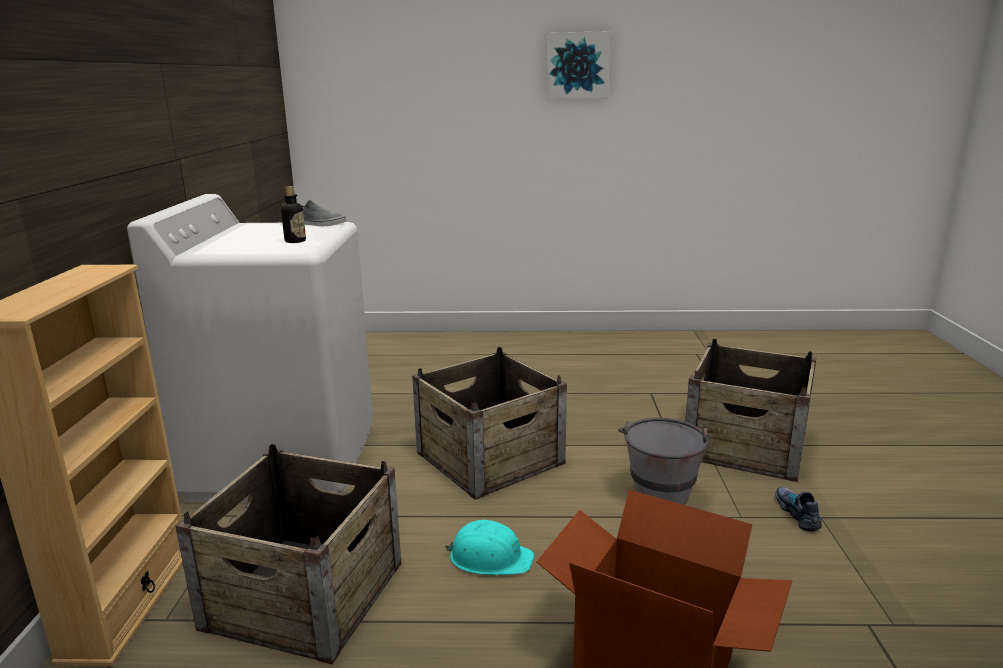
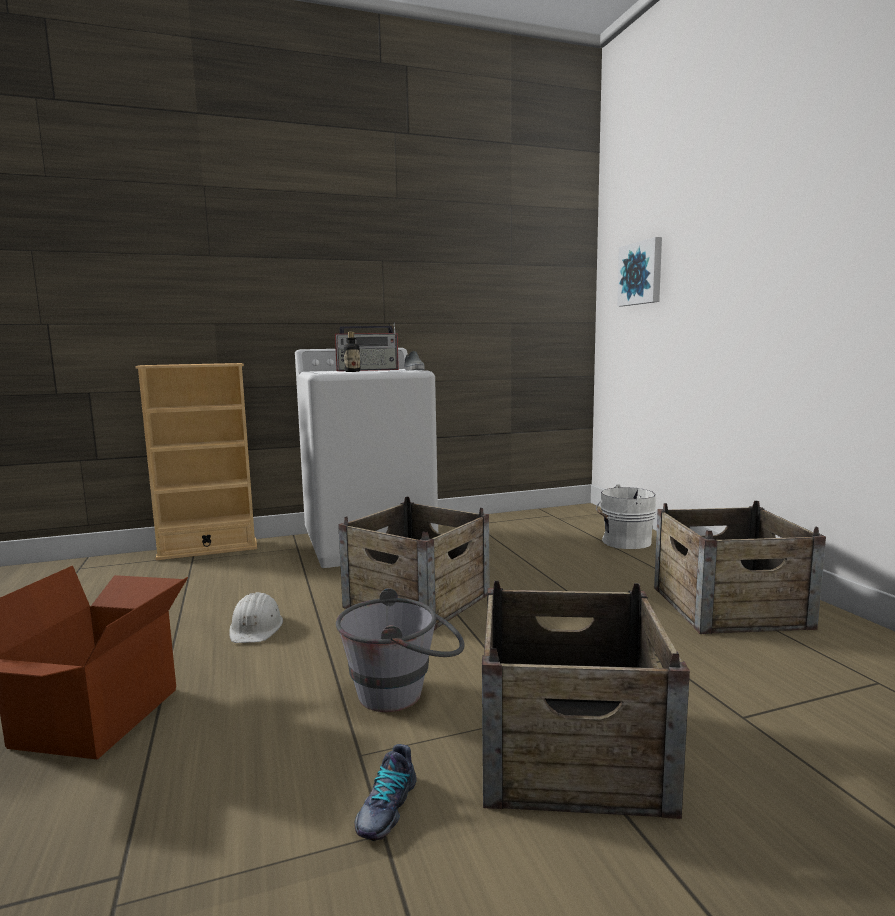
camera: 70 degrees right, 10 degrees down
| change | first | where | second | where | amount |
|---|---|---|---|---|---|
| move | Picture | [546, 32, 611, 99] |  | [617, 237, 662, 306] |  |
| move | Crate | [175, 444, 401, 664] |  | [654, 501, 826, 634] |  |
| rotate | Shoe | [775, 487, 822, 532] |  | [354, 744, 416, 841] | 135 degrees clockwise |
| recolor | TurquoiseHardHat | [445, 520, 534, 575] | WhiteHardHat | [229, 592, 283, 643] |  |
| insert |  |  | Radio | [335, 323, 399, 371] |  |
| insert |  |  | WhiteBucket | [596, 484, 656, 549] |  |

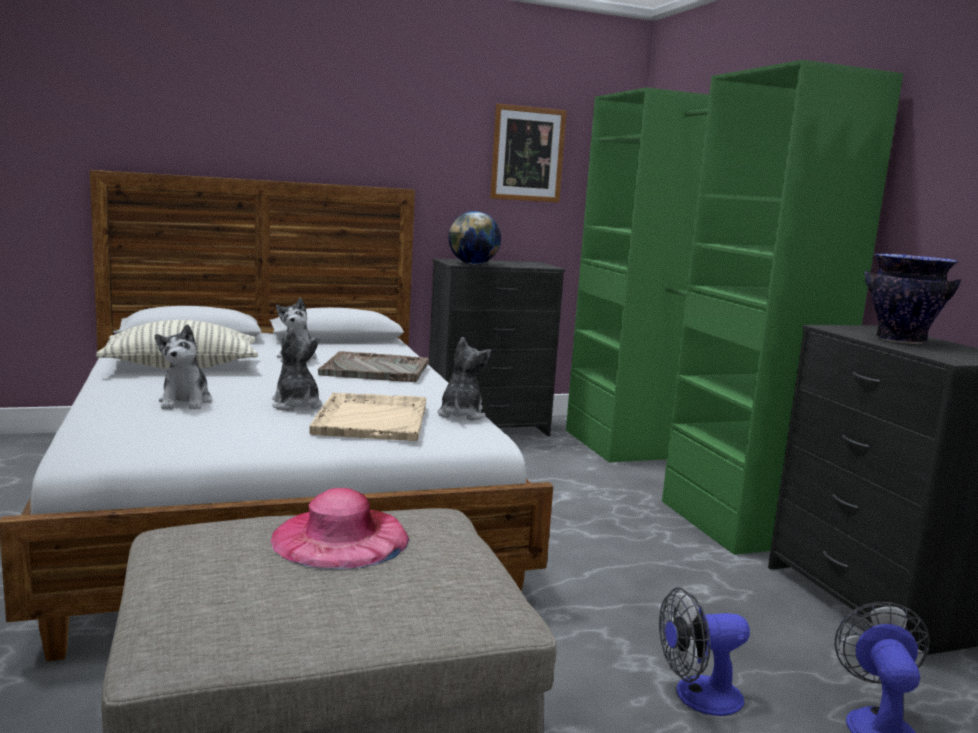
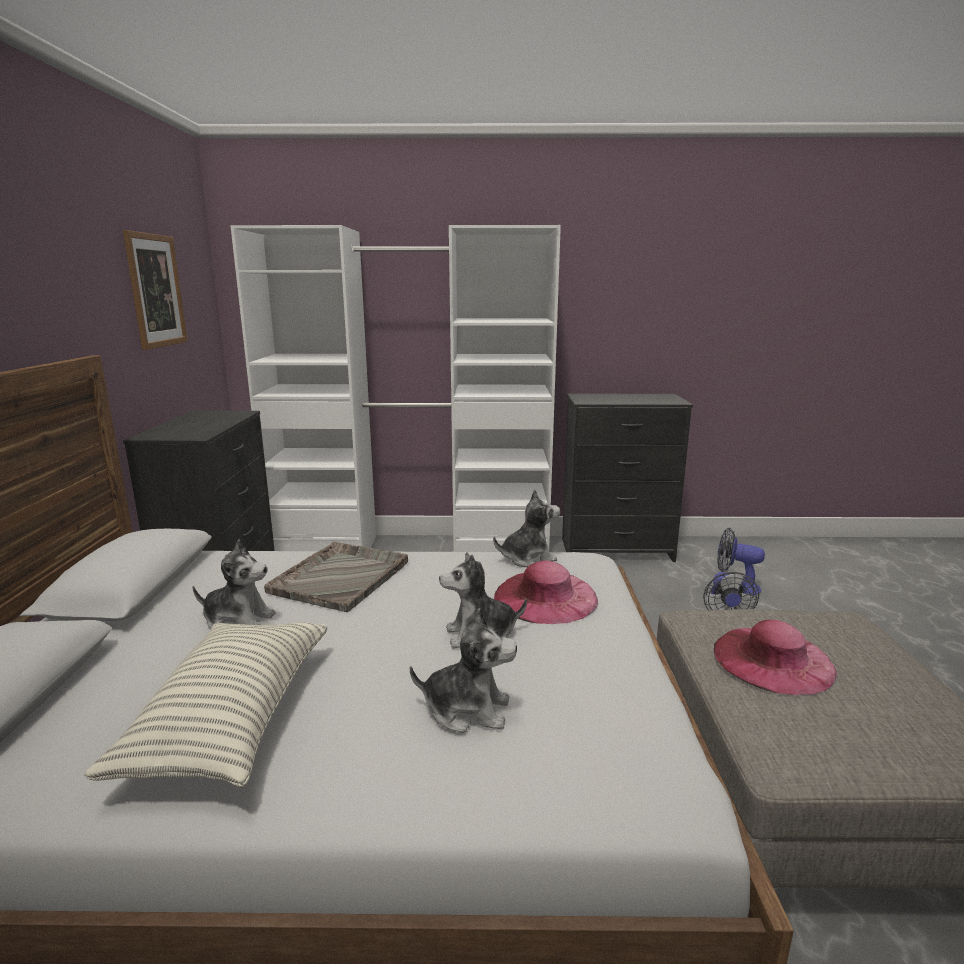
camera: 70 degrees left, 5 degrees up
| change | first | where | second | where | amount |
|---|---|---|---|---|---|
| recolor | GreenWardrobe | [566, 60, 903, 555] | WhiteWardrobe | [230, 225, 561, 552] |  |
| delete | Globe | [448, 211, 501, 264] |  |  |  |
| delete | Vase | [864, 254, 961, 344] |  |  |  |
| rotate | PlushToy | [437, 337, 491, 421] |  | [493, 489, 560, 567] | 135 degrees clockwise |
| replace | BeigeTray | [309, 392, 426, 441] | PinkHat | [494, 560, 598, 624] |  |

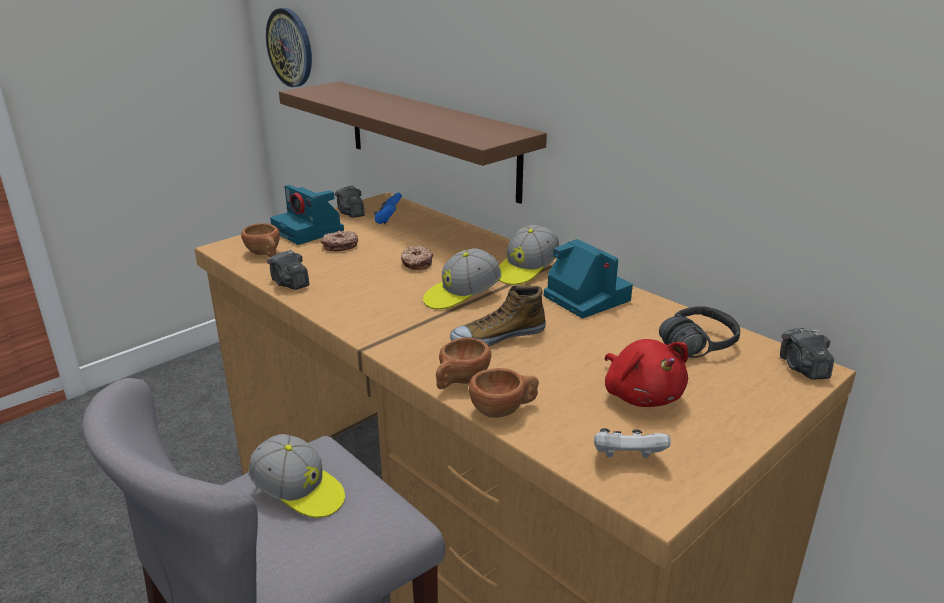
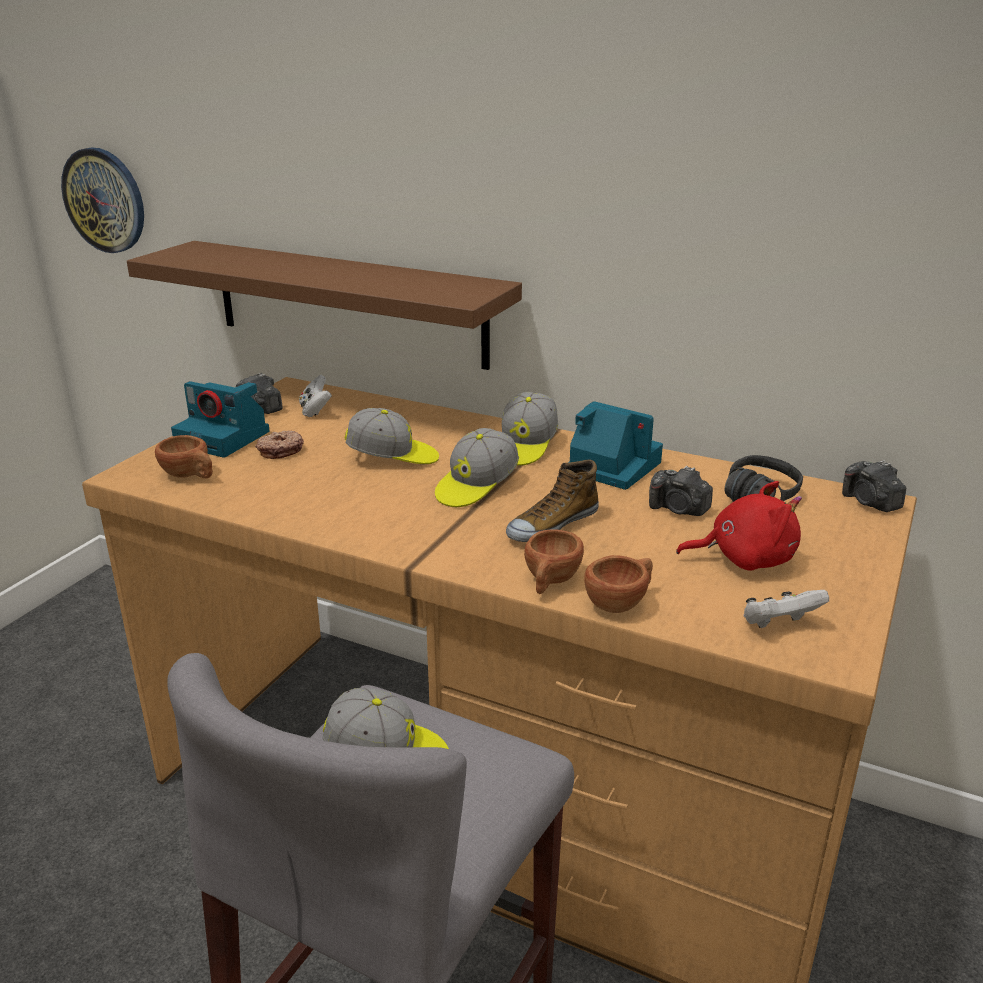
camera: 20 degrees left, 0 degrees up
| change | first | where | second | where | amount |
|---|---|---|---|---|---|
| recolor | BlueGameController | [374, 192, 402, 224] | WhiteGameController | [299, 375, 332, 417] |  |
| replace | Donut | [401, 246, 433, 270] | Cap | [345, 408, 439, 464] |  |
| move | PhotoCamera | [267, 250, 309, 290] |  | [649, 465, 713, 516] |  |
| rotate | RedPlushToy | [605, 339, 688, 407] |  | [676, 481, 802, 571] | 45 degrees counterclockwise |

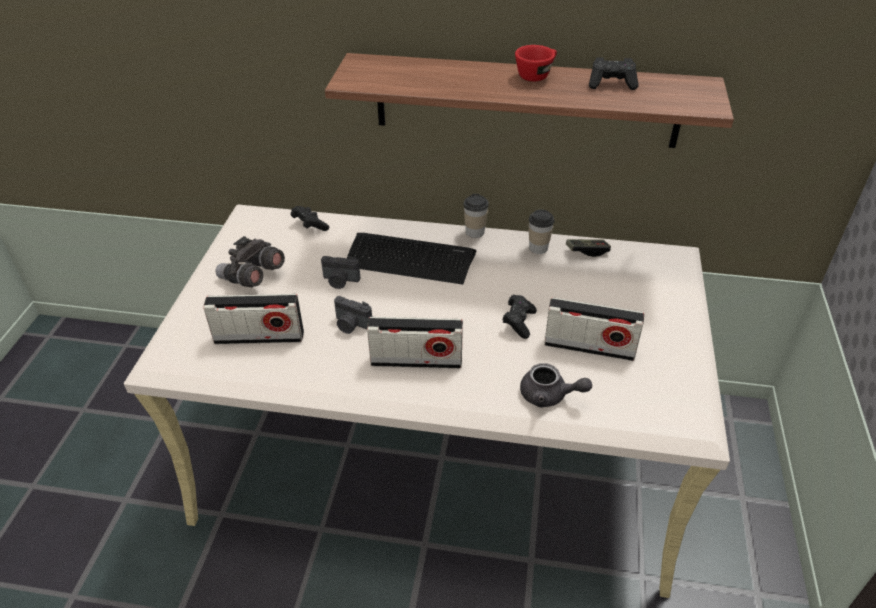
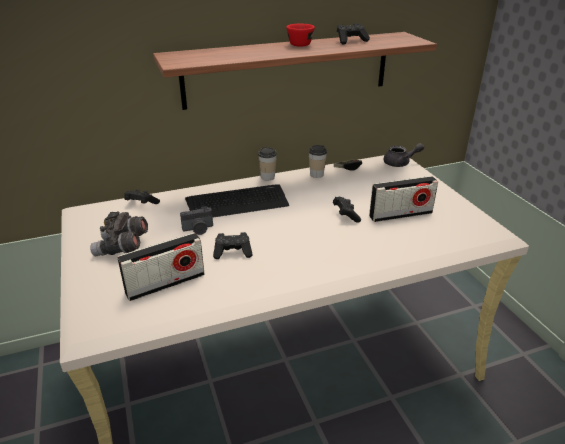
camera: 30 degrees left, 10 degrees down
| change | first | where | second | where | amount |
|---|---|---|---|---|---|
| replace | PhotoCamera | [334, 296, 372, 334] | BlackGameController | [213, 232, 253, 259] |  |
| delete | Radio | [367, 317, 463, 368] |  |  |  |
| move | GreyTeapot | [520, 363, 592, 408] |  | [384, 143, 424, 167] |  |

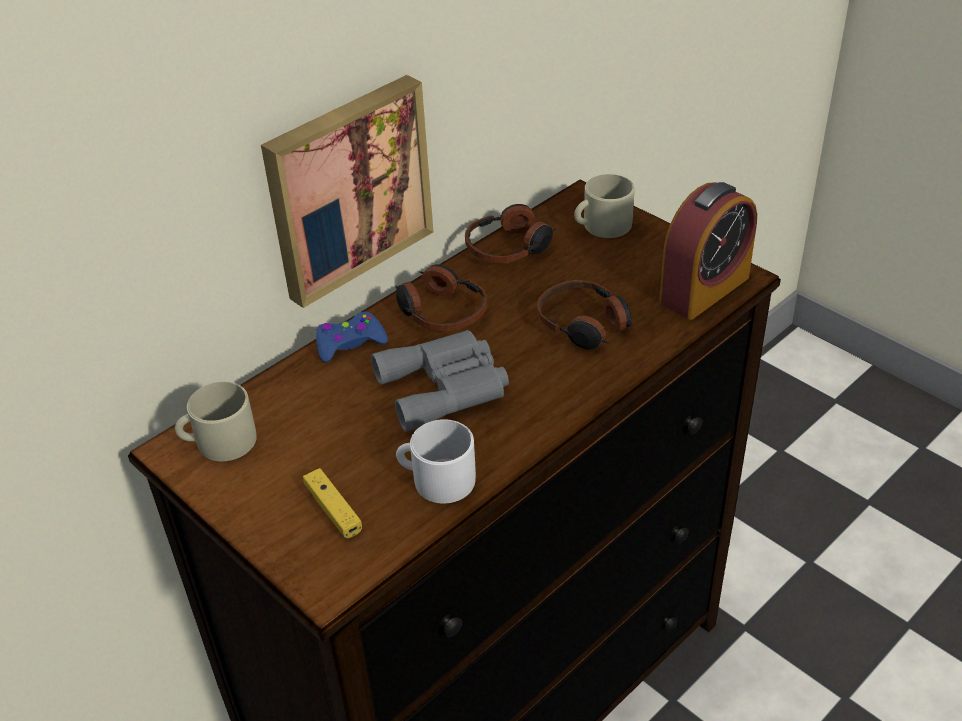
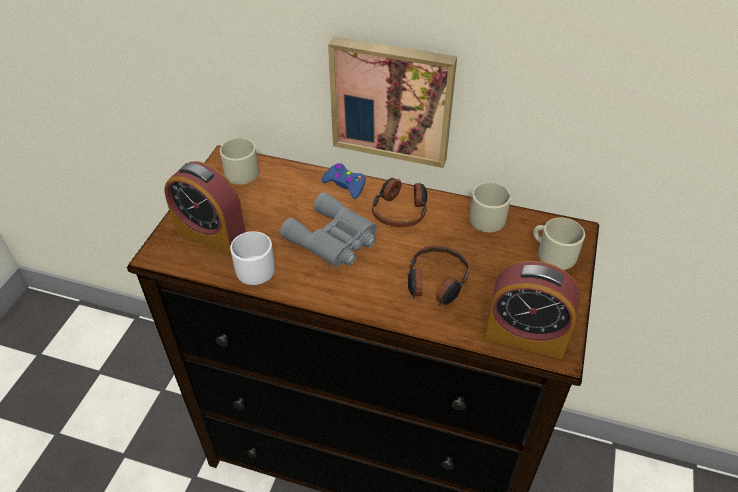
camera: 60 degrees right, 5 degrees up
| change | first | where | second | where | amount |
|---|---|---|---|---|---|
| replace | Headphones | [465, 204, 557, 263] | BeigeMug | [469, 183, 511, 232] |  |
| replace | YellowGameController | [303, 468, 362, 538] | AlarmClock | [164, 161, 246, 255] |  |

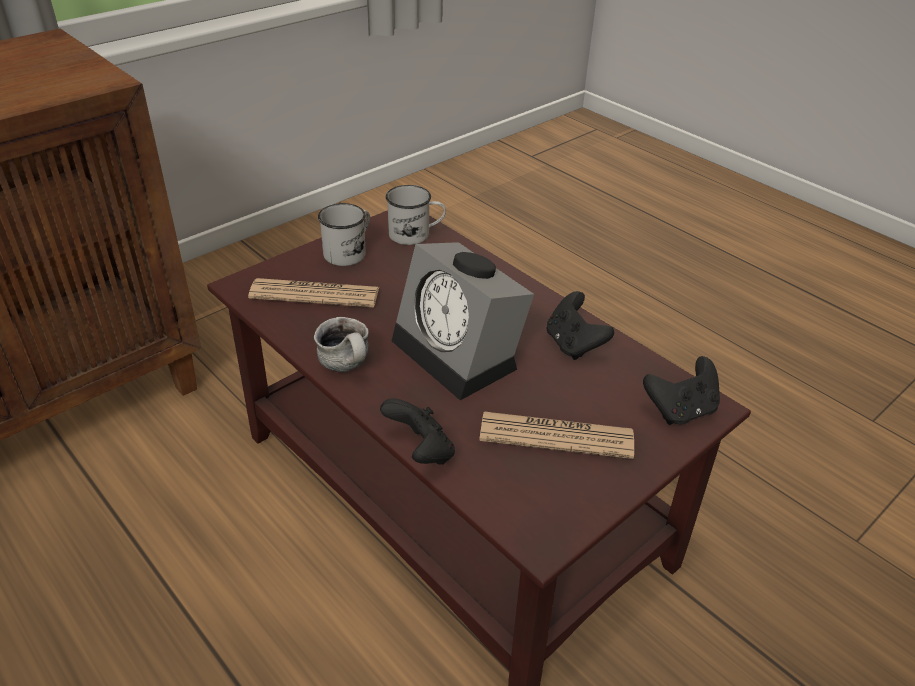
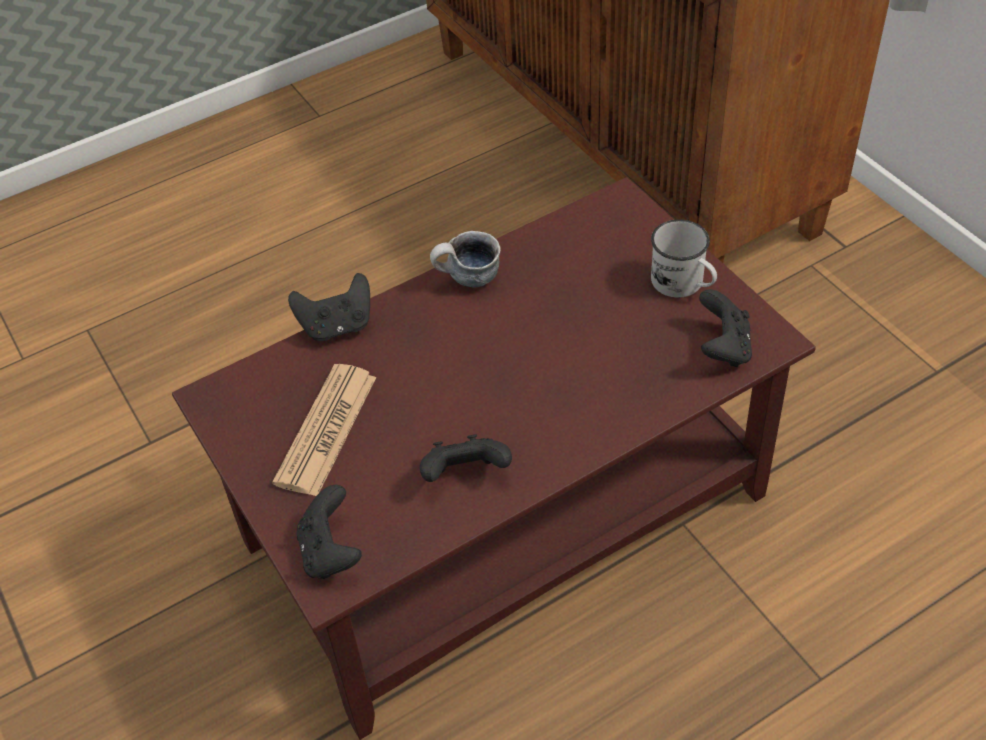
camera: 105 degrees right, 10 degrees up
| change | first | where | second | where | amount |
|---|---|---|---|---|---|
| replace | WhiteMug | [386, 185, 446, 245] | BlackGameController | [699, 289, 752, 367] |  |
| delete | AlarmClock | [392, 242, 534, 400] |  |  |  |
| delete | Newspaper | [248, 278, 379, 307] |  |  |  |

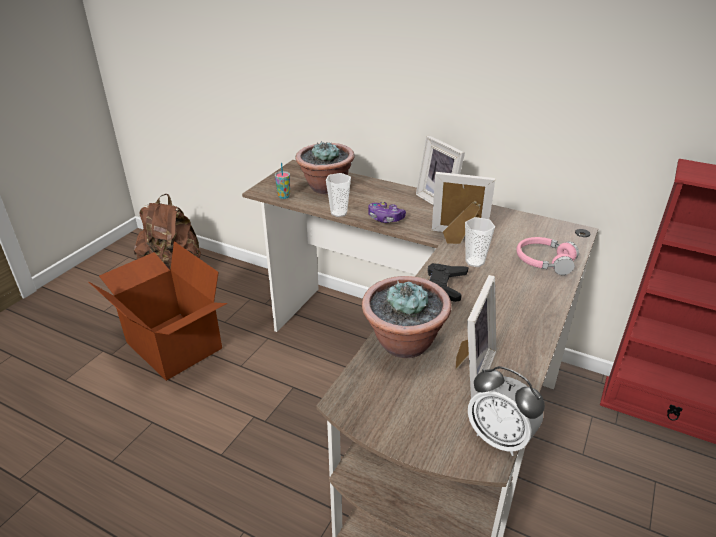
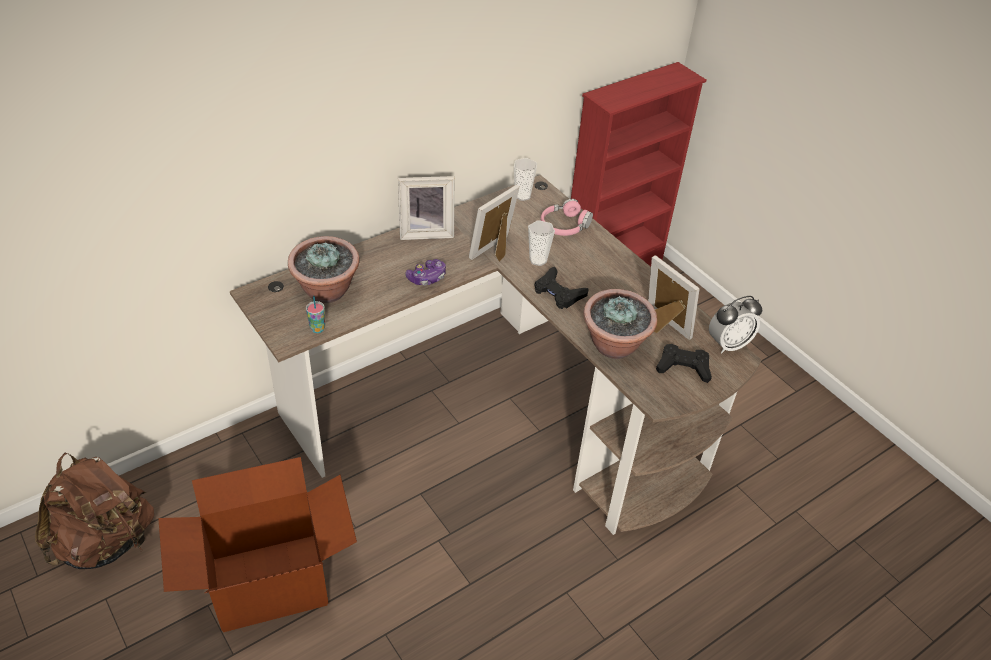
camera: 65 degrees left, 10 degrees up
| change | first | where | second | where | amount |
|---|---|---|---|---|---|
| move | Cup | [326, 173, 351, 217] |  | [514, 158, 537, 201] |  |
| insert |  |  | BlackGameController | [656, 344, 712, 383] |  |

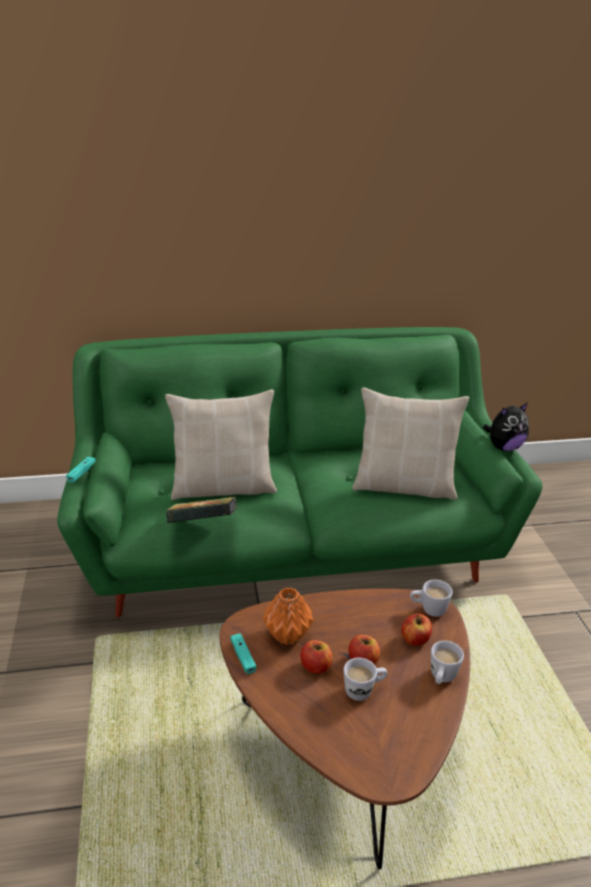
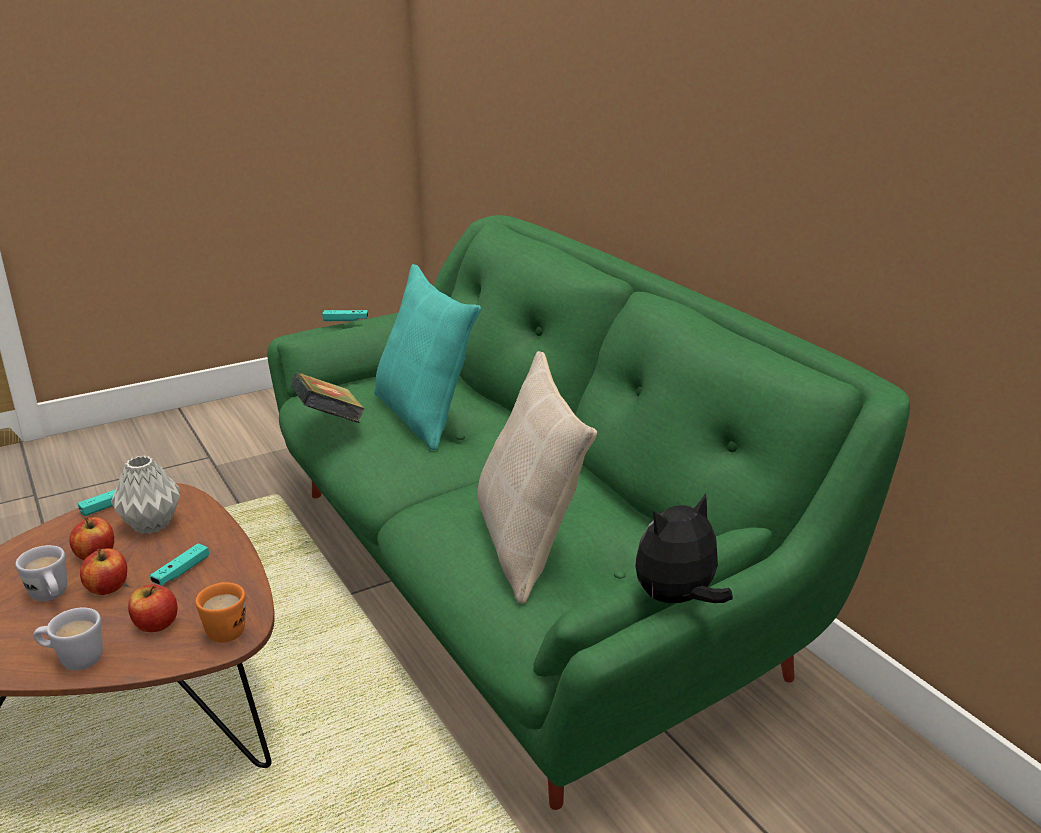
camera: 70 degrees right, 5 degrees down
| change | first | where | second | where | amount |
|---|---|---|---|---|---|
| recolor | BeigePillow | [165, 389, 277, 500] | TurquoisePillow | [374, 264, 481, 450] |  |
| rotate | PlushToy | [483, 402, 529, 451] |  | [635, 493, 733, 603] | 105 degrees clockwise |
| recolor | WhiteMug | [410, 580, 453, 617] | OrangeMug | [195, 582, 246, 643] |  |
| recolor | OrangeVase | [263, 587, 313, 645] | GreyVase | [111, 456, 180, 534] |  |
| insert |  |  | TurquoiseGameController | [150, 544, 209, 585] |  |

